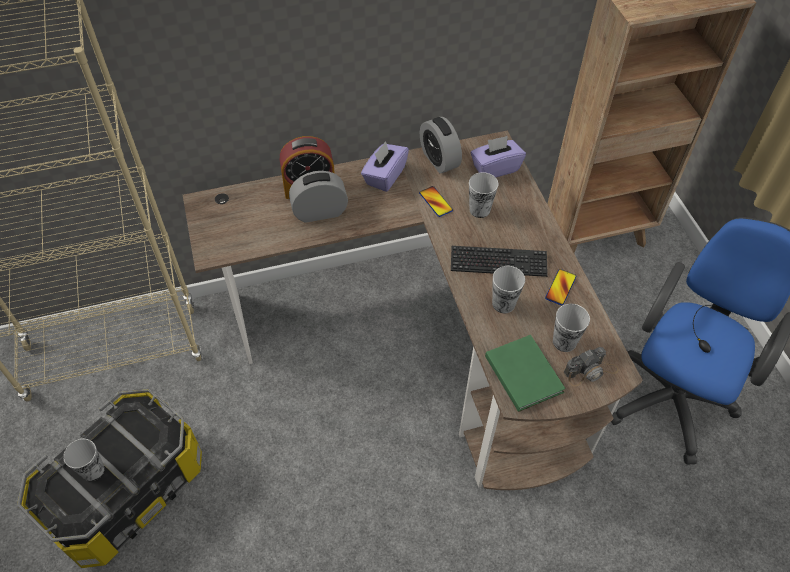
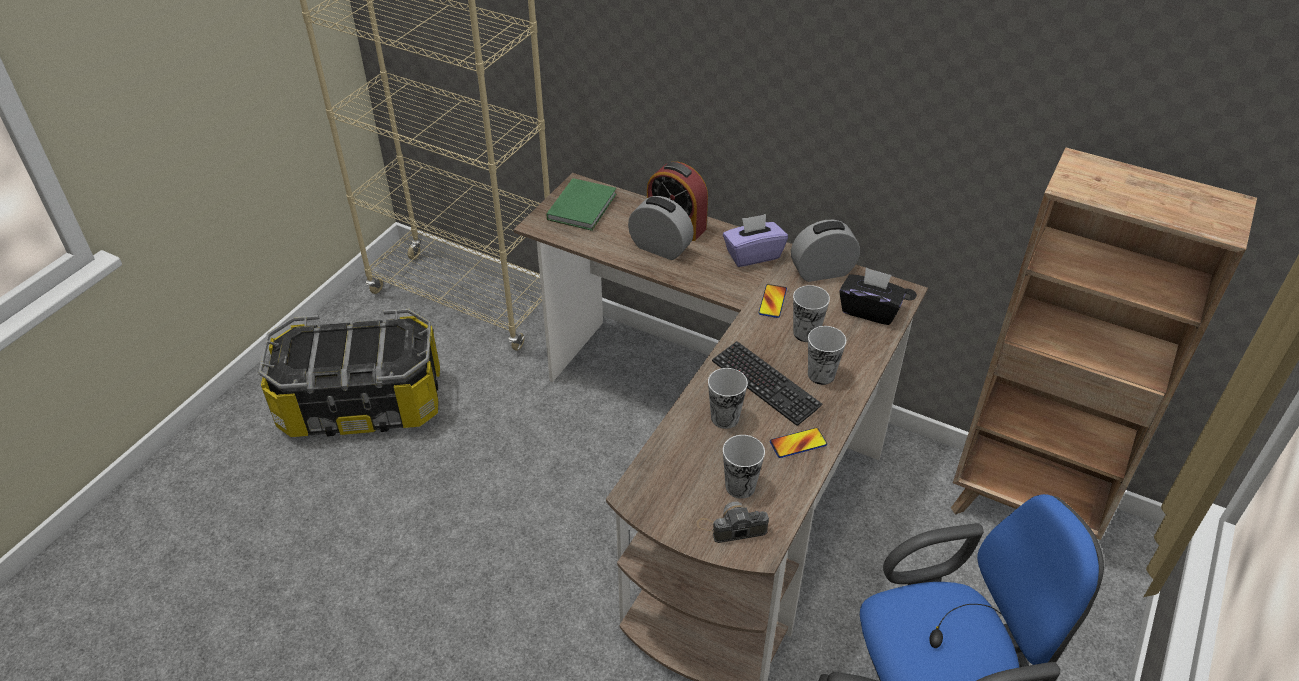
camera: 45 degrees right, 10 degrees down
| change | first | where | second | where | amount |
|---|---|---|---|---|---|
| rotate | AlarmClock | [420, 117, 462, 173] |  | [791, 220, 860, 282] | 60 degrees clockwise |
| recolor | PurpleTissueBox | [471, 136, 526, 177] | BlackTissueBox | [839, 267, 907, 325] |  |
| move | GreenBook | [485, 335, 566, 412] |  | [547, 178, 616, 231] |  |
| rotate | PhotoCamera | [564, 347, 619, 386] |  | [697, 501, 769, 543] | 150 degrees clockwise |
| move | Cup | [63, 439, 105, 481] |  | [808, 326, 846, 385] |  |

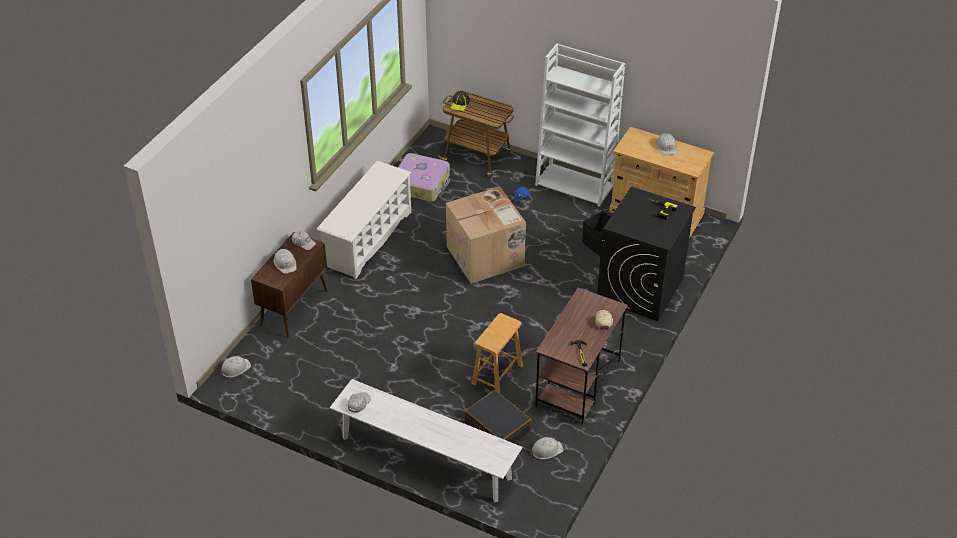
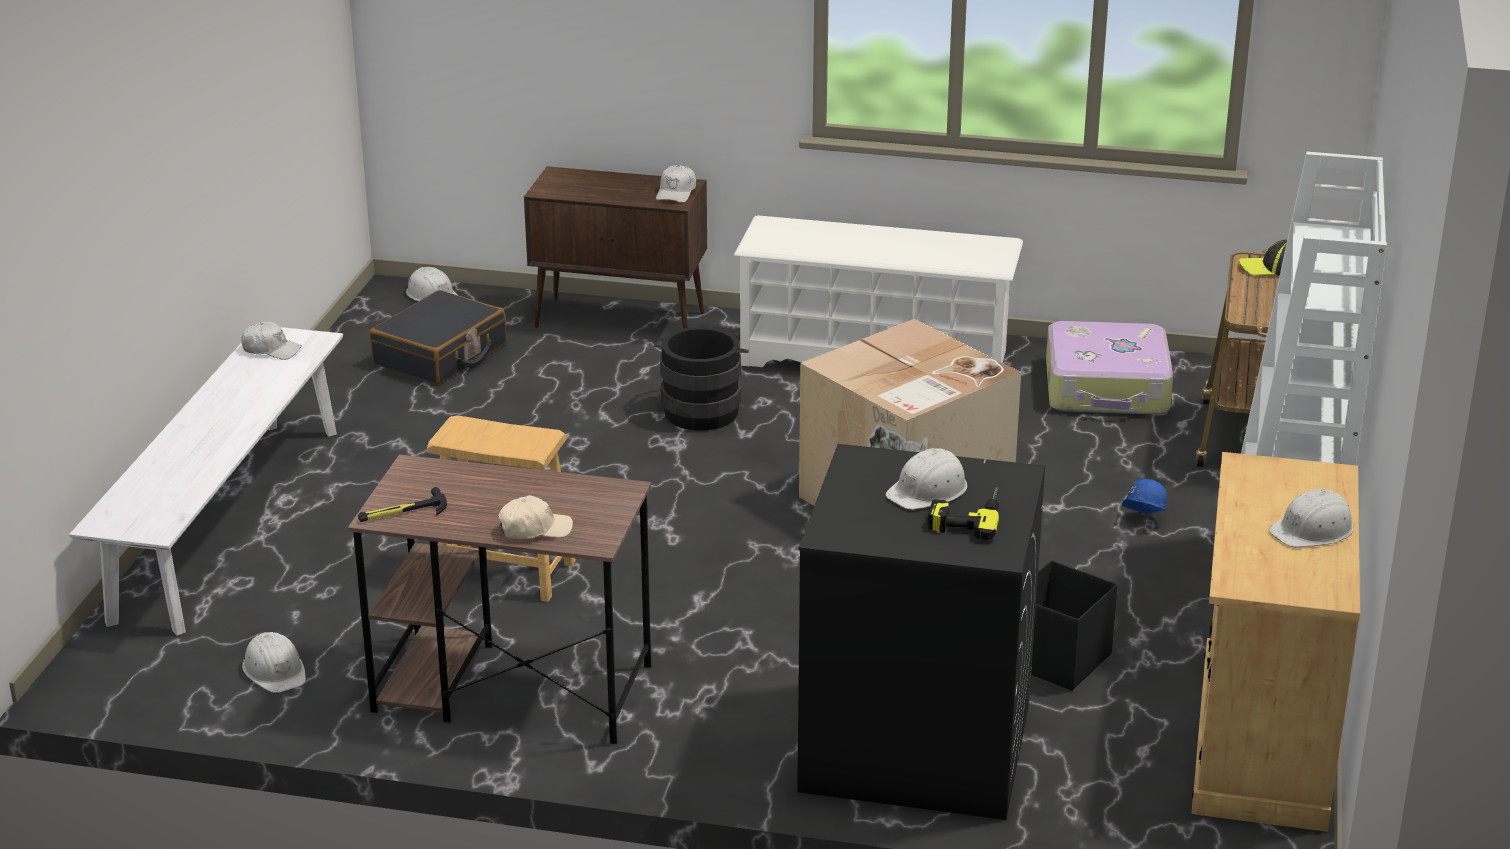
camera: 75 degrees right, 15 degrees down
| change | first | where | second | where | amount |
|---|---|---|---|---|---|
| move | WhiteHardHat | [273, 249, 296, 274] |  | [885, 448, 967, 510] |  |
| move | BlackSuitcase | [464, 390, 532, 443] |  | [369, 290, 506, 385] |  |
| insert |  |  | BlackBucket | [654, 327, 749, 430] |  |

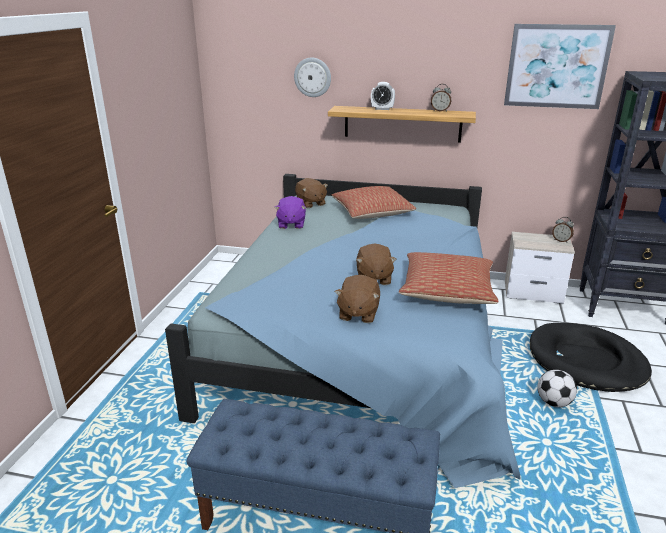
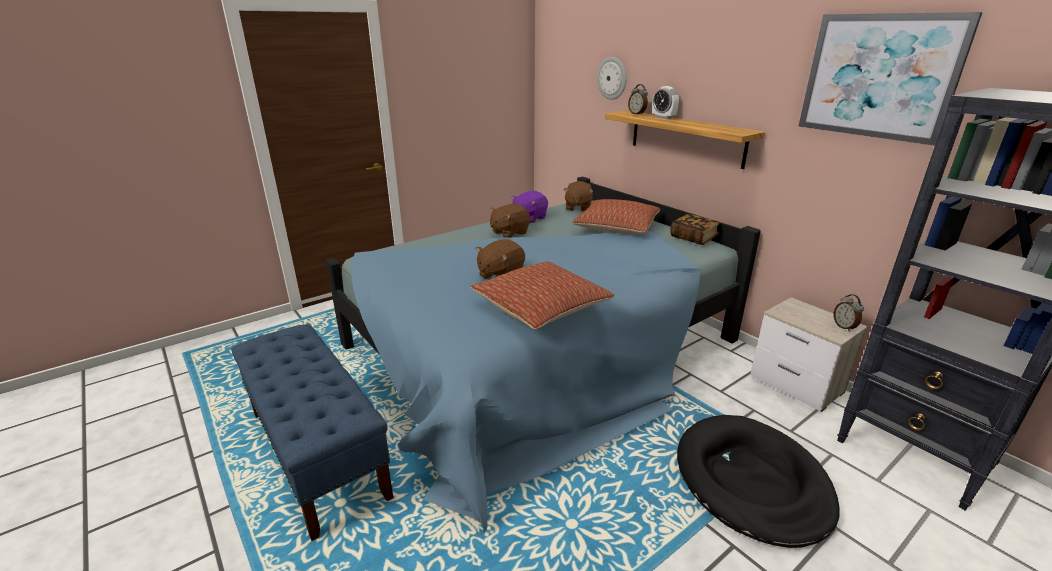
camera: 40 degrees right, 0 degrees up
| change | first | where | second | where | amount |
|---|---|---|---|---|---|
| move | AlarmClock | [431, 84, 451, 112] |  | [628, 84, 648, 115] |  |
| move | BrownPlushToy | [335, 275, 380, 323] |  | [490, 204, 530, 238] |  |
| delete | Football | [537, 370, 577, 407] |  |  |  |
| insert |  |  | Book | [670, 214, 720, 245] |  |

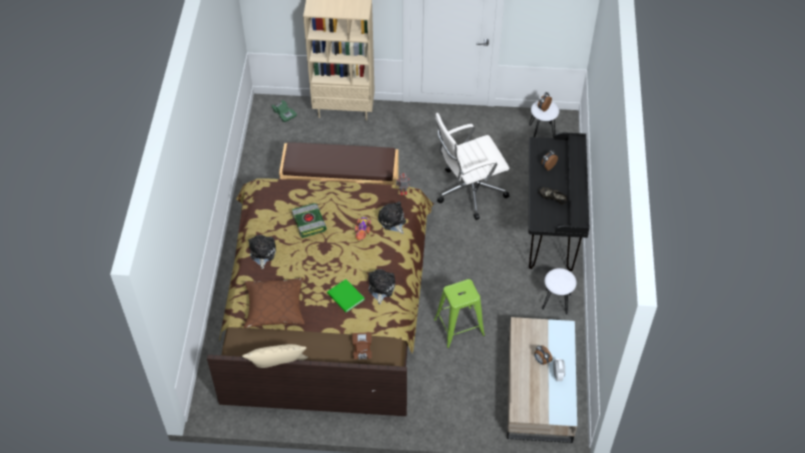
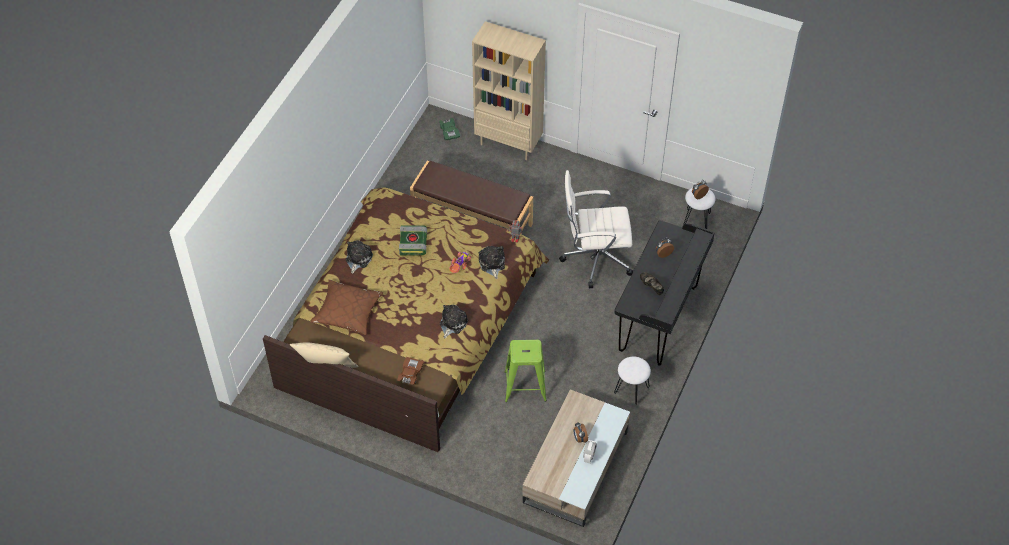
camera: 20 degrees right, 0 degrees up
| change | first | where | second | where | amount |
|---|---|---|---|---|---|
| delete | GreenBook | [327, 279, 365, 312] |  |  |  |

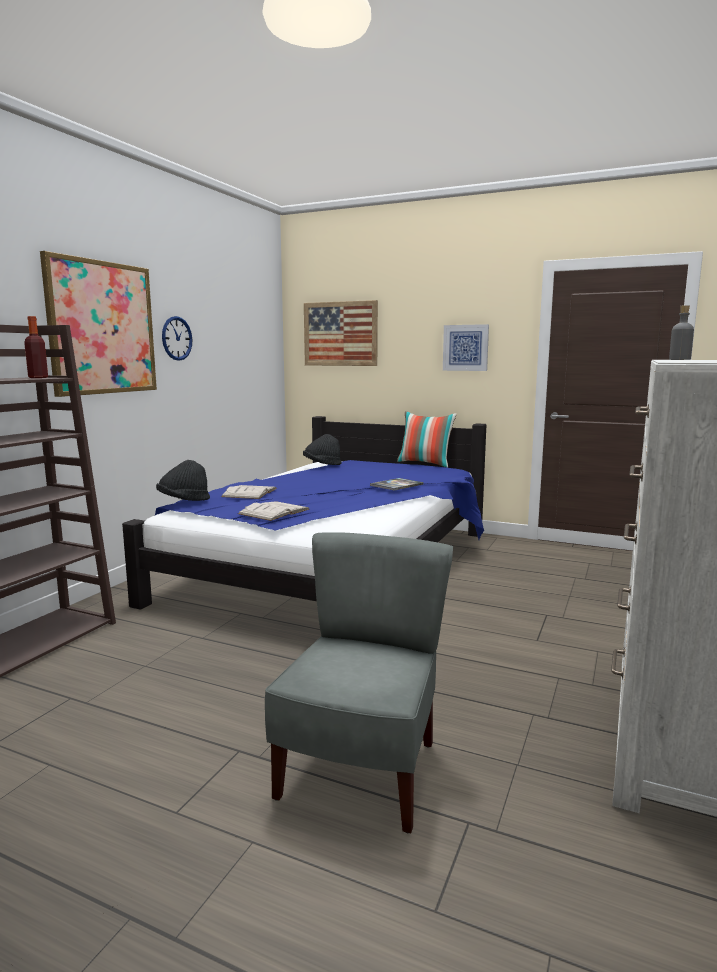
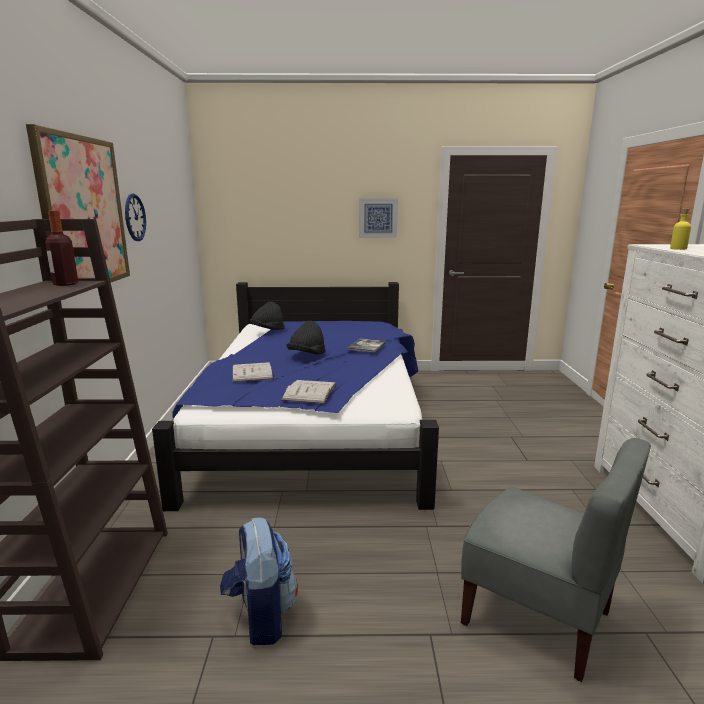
camera: 25 degrees left, 5 degrees up
| change | first | where | second | where | amount |
|---|---|---|---|---|---|
| delete | Picture | [304, 300, 378, 366] |  |  |  |
| recolor | GreyBottle | [669, 305, 694, 360] | YellowBottle | [670, 209, 691, 250] |  |
| delete | Pillow | [397, 411, 457, 468] |  |  |  |
| move | BlackHat | [156, 460, 210, 501] |  | [287, 321, 326, 354] |  |
| rotate | GreyChair | [265, 532, 453, 833] |  | [461, 438, 651, 682] | 135 degrees clockwise |
| insert |  |  | Backpack | [220, 517, 298, 645] |  |

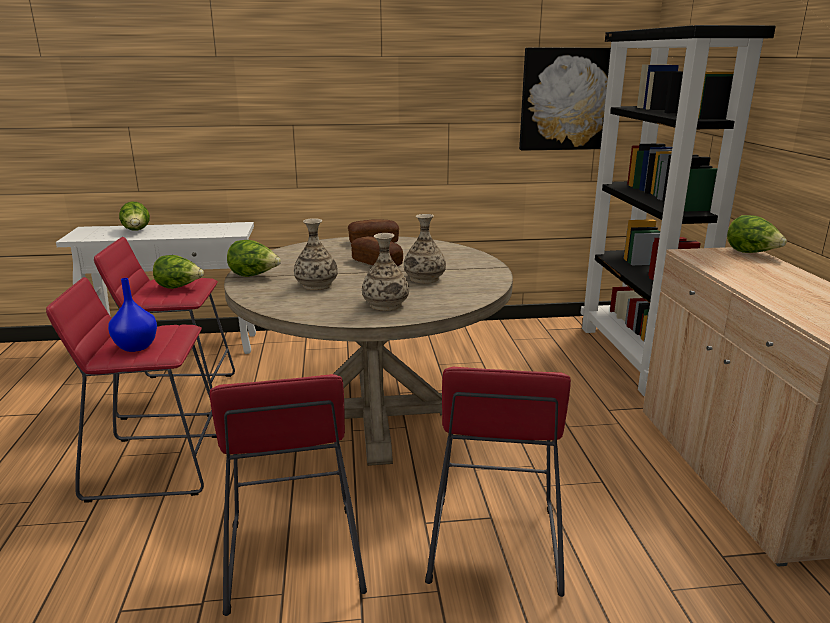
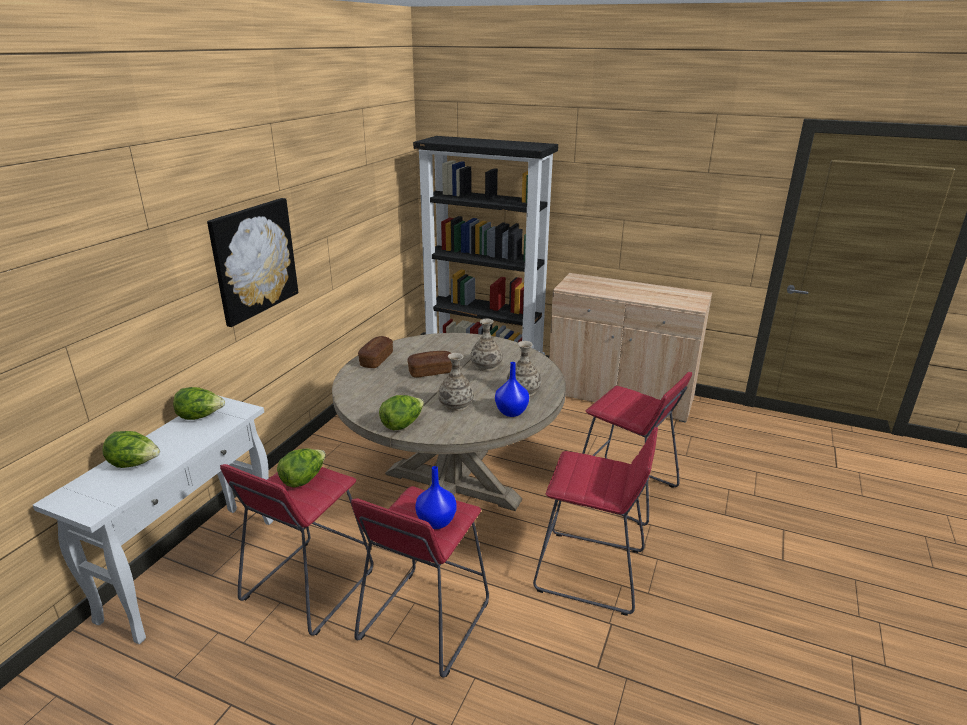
camera: 60 degrees left, 5 degrees up
| change | first | where | second | where | amount |
|---|---|---|---|---|---|
| move | Picture | [519, 48, 611, 151] |  | [207, 198, 298, 327] |  |
| move | Lettuce | [727, 215, 787, 253] |  | [173, 387, 225, 420] |  |
| insert |  |  | BlueVase | [495, 362, 529, 417] |  |

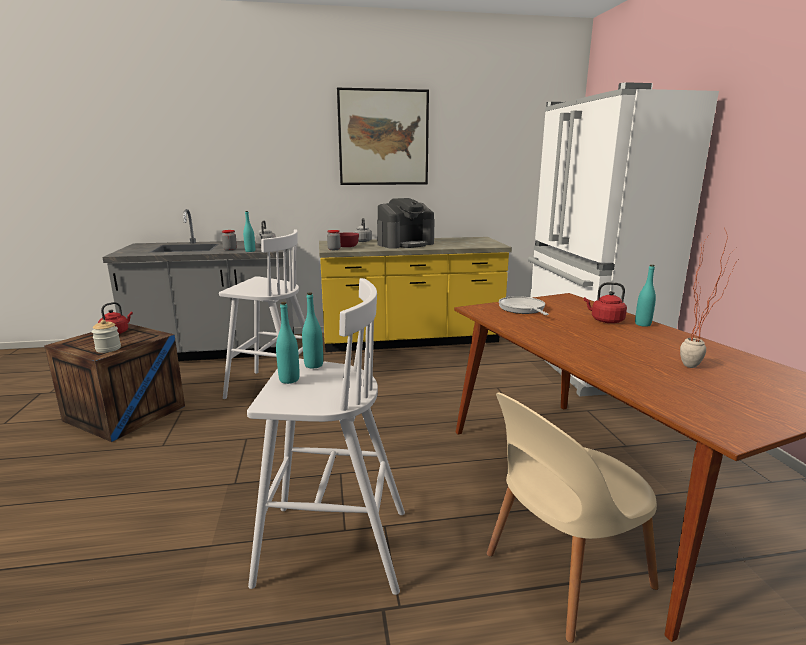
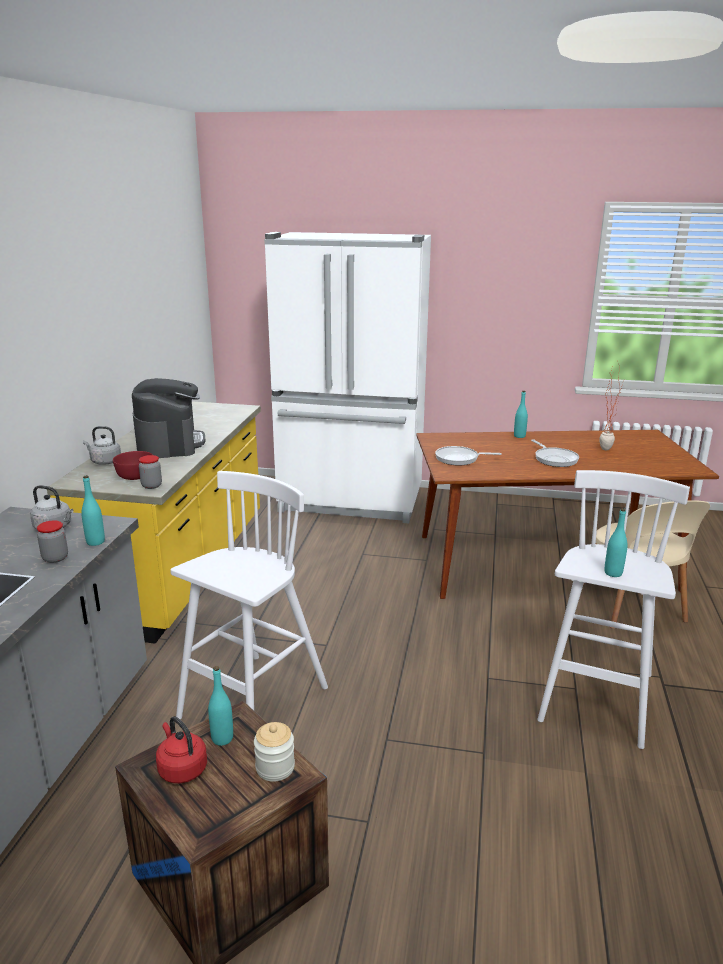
camera: 70 degrees left, 5 degrees up
| change | first | where | second | where | amount |
|---|---|---|---|---|---|
| delete | Picture | [337, 88, 429, 185] |  |  |  |
| delete | RedKettle | [584, 282, 627, 323] |  |  |  |
| move | TurquoiseBottle | [302, 292, 323, 368] |  | [208, 666, 233, 746] |  |
| insert |  |  | FryingPan | [531, 440, 579, 467] |  |

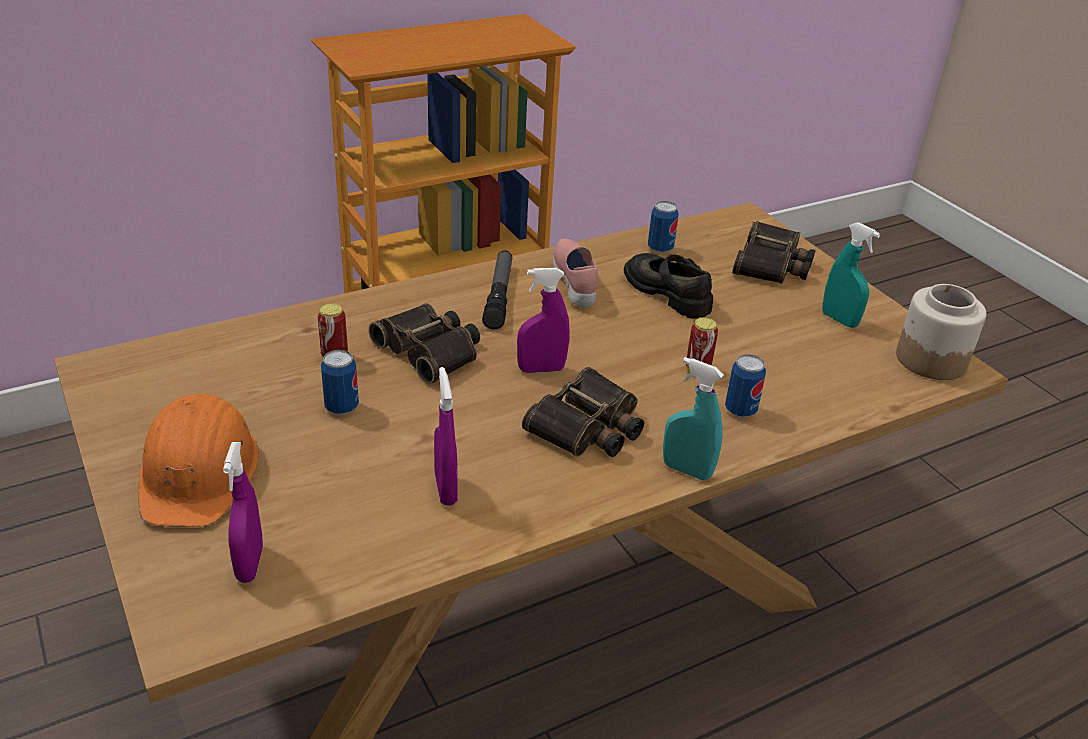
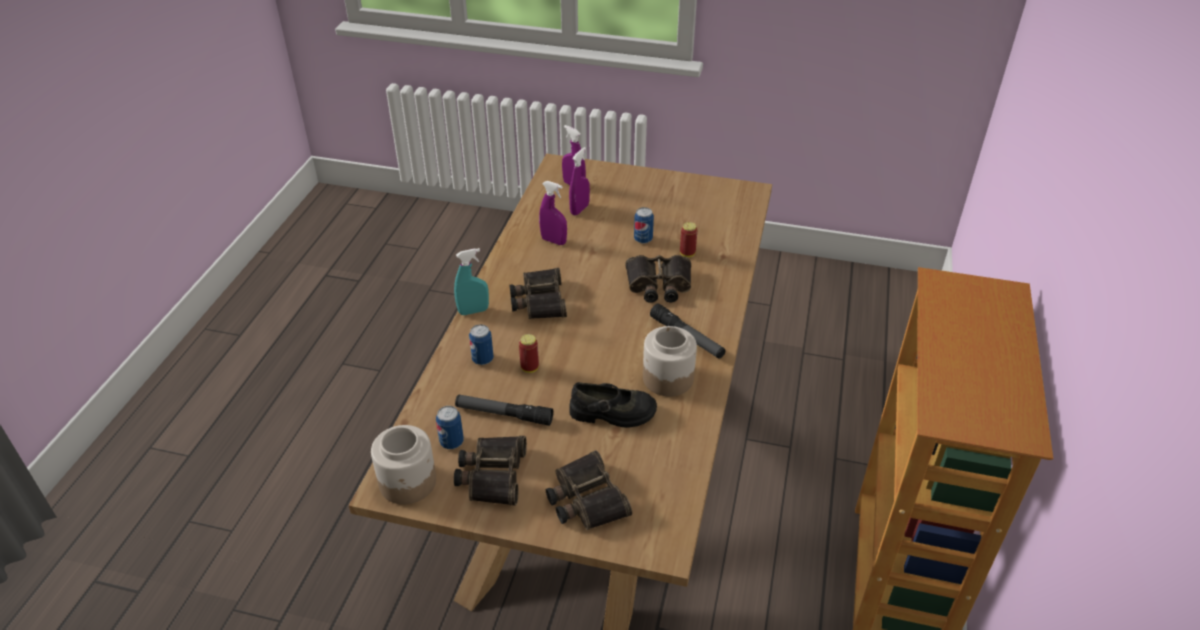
camera: 135 degrees right, 5 degrees up
| change | first | where | second | where | amount |
|---|---|---|---|---|---|
| move | Can | [648, 201, 679, 253] |  | [436, 406, 464, 449] |  |
| replace | TurquoiseSprayBottle | [822, 222, 880, 328] | Binoculars | [454, 436, 527, 506] |  |
| replace | PinkShoe | [553, 238, 598, 307] | Jar | [643, 326, 697, 396] |  |
| move | PurpleSprayBottle | [517, 268, 570, 373] |  | [569, 147, 590, 215] |  |
| delete | OrangeHardHat | [138, 393, 259, 527] |  |  |  |
| insert |  |  | Flashlight | [455, 395, 553, 426] |  |

